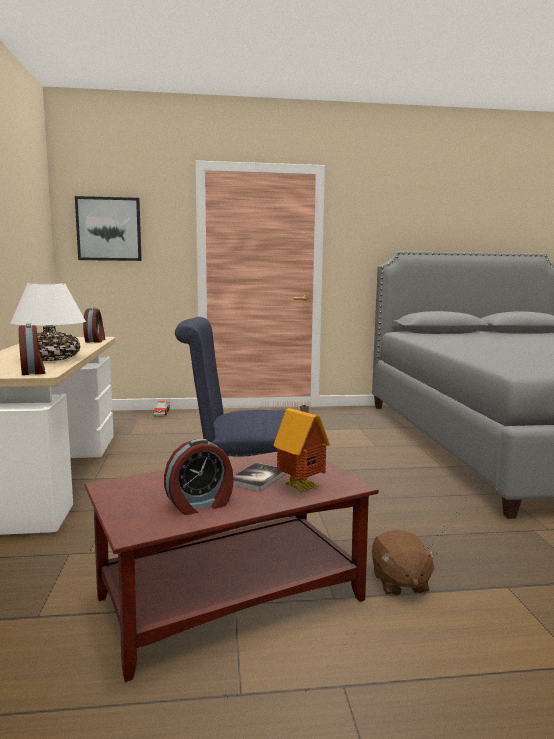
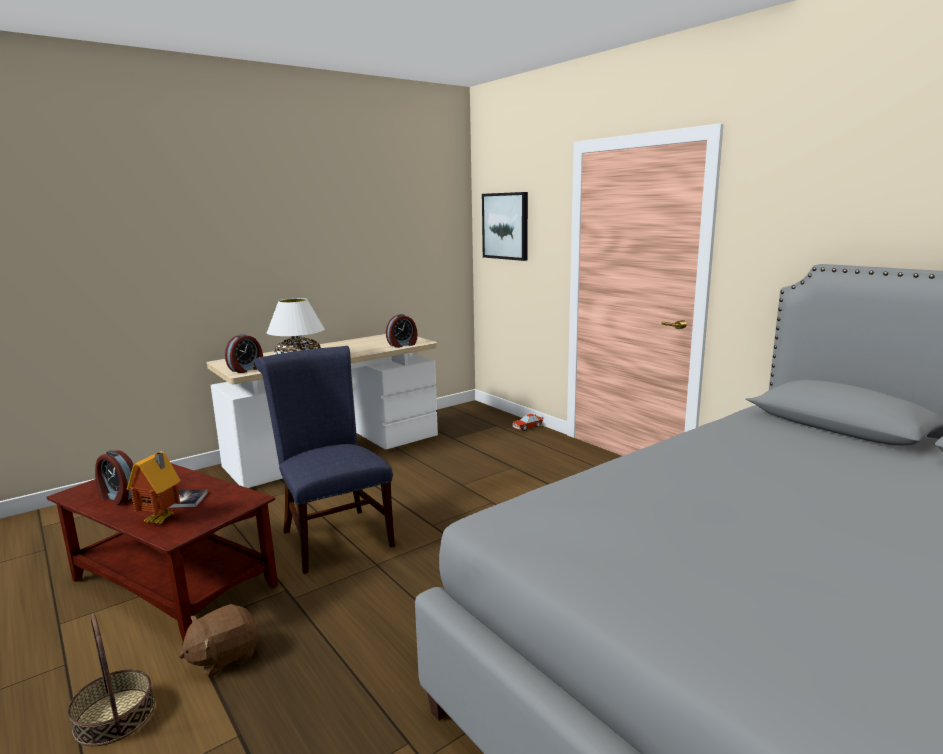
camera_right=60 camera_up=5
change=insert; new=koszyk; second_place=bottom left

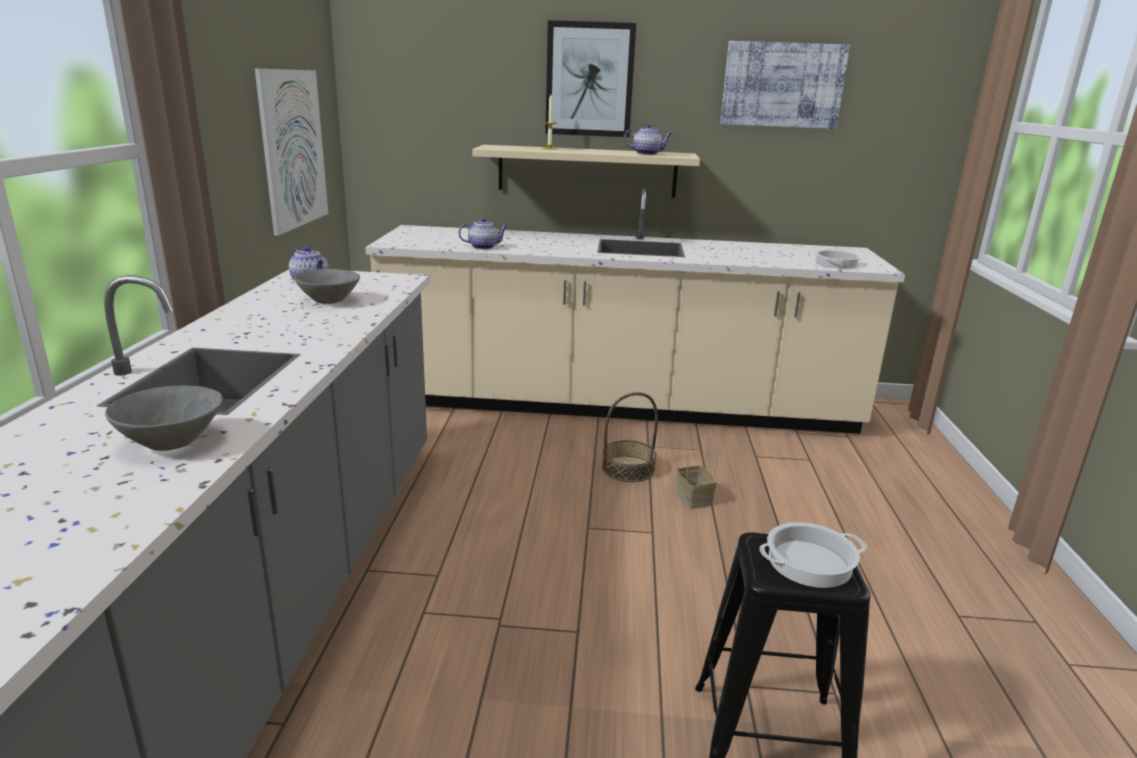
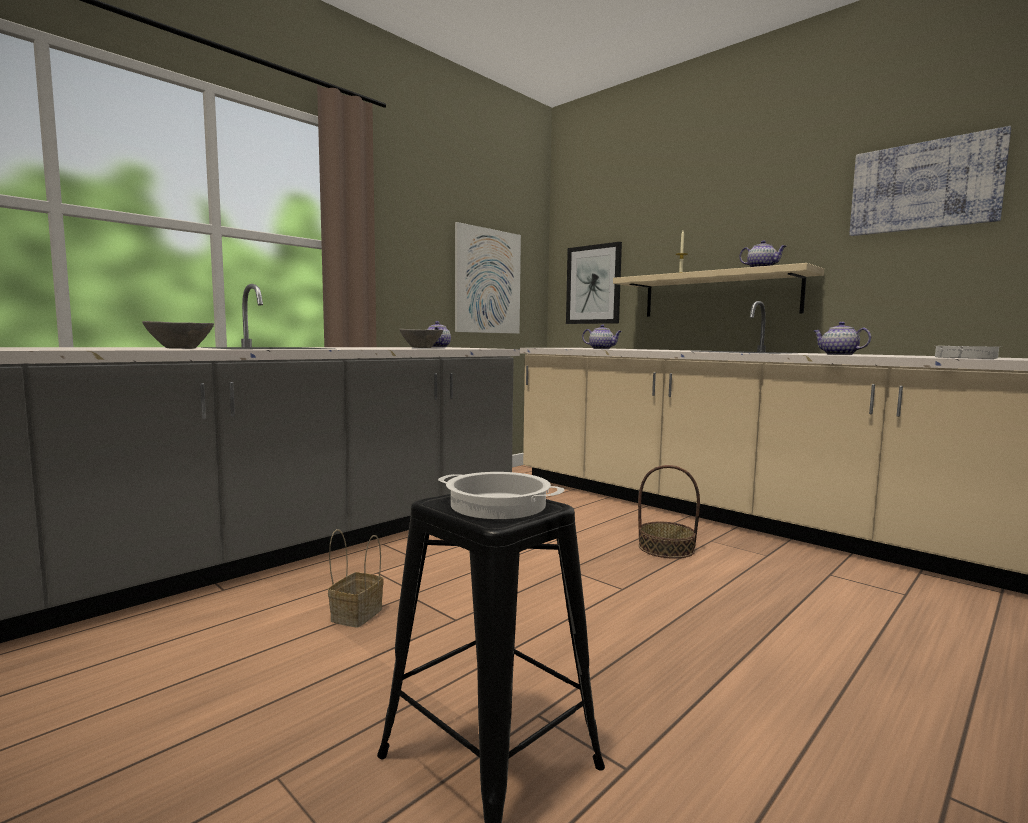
camera_right=40 camera_up=-15
change=insert; new=imbryk (4th from left); second_place=middle right
change=move; old=obraz (2nd from left); first_place=top centre; second_place=centre
change=move; old=koszyk (2nd from left in the first image); new=koszyk (1st from left); first_place=centre; second_place=bottom centre

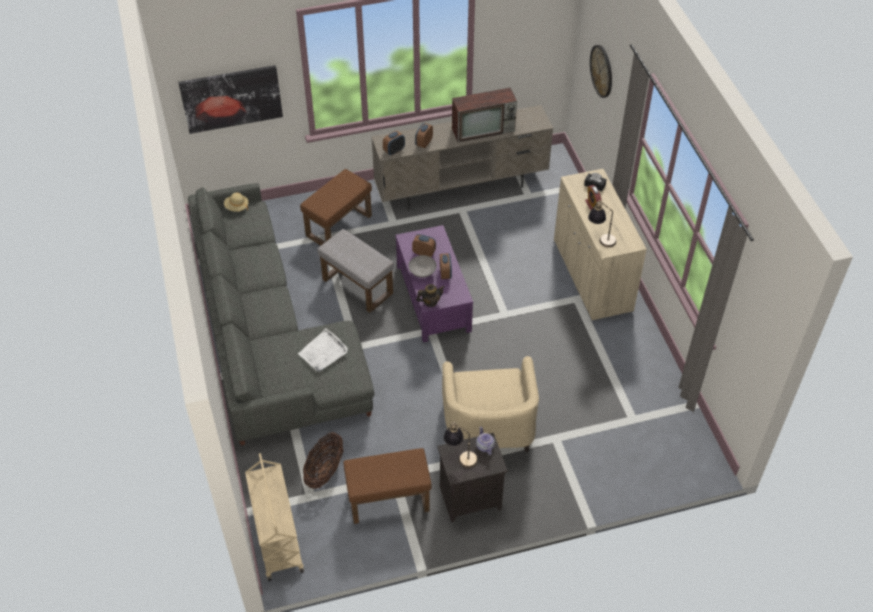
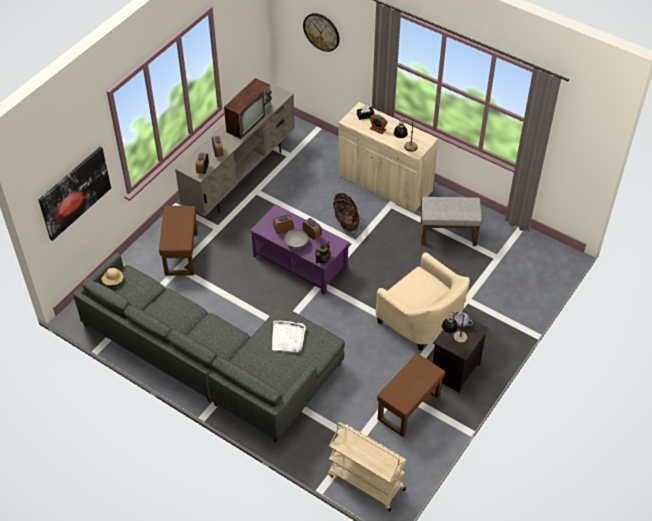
camera_right=-40 camera_up=0
change=move; old=koszyk; first_place=bottom centre; second_place=centre
change=move; old=pufa/szary; first_place=centre; second_place=middle right

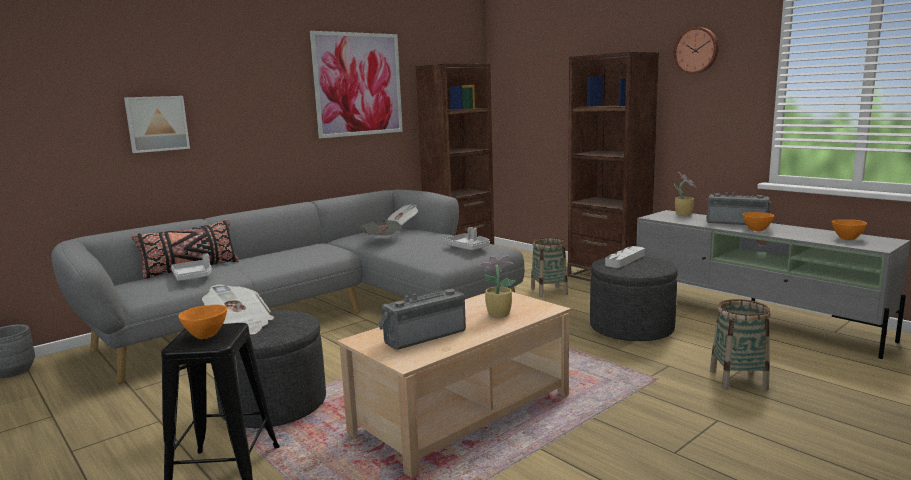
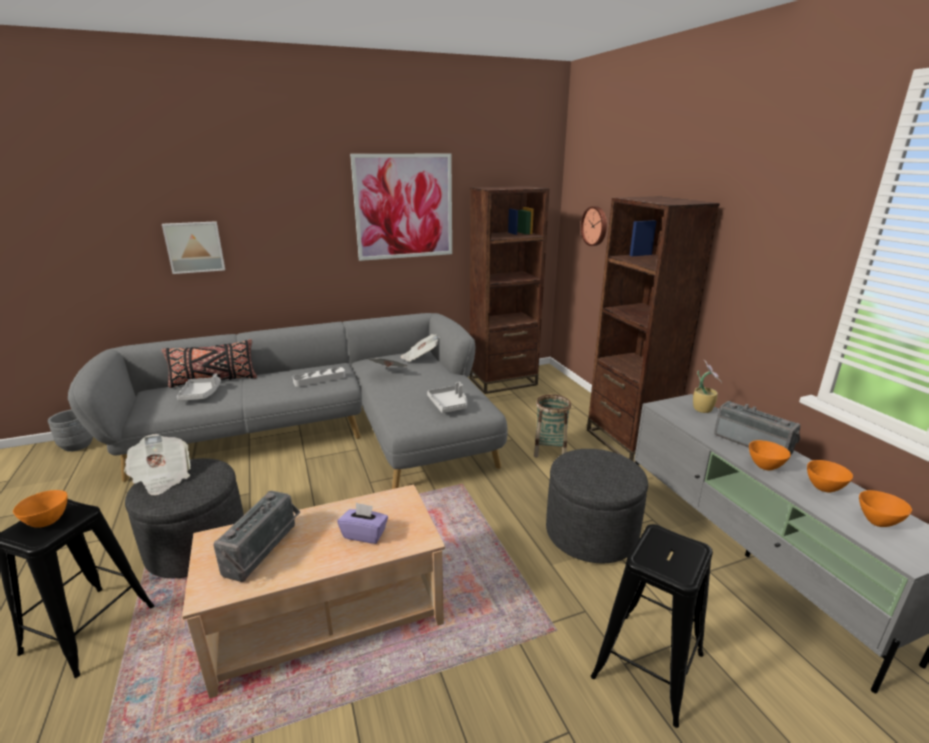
camera_right=20 camera_up=10
change=insert; new=miska/pomarańczowy (3rd from left); second_place=middle right
change=move; old=taca/szary (3rd from left in the first image); new=taca/szary (2nd from left); first_place=middle right; second_place=centre
change=move; old=zegar ścienny; first_place=top right; second_place=top centre
change=replace; old=roślina doniczkowa (1st from left); new=pudełko chusteczek/fioletowy; first_place=centre; second_place=bottom centre
change=replace; old=koszyk (2nd from left); new=stołek/czarny (2nd from left); first_place=bottom right; second_place=bottom right
change=rotate; old=radio (1st from left); first_place=centre; second_place=bottom left; degrees=120

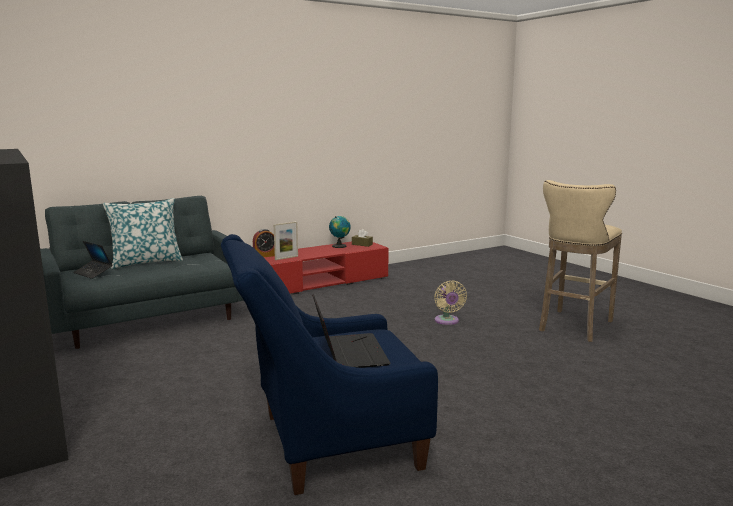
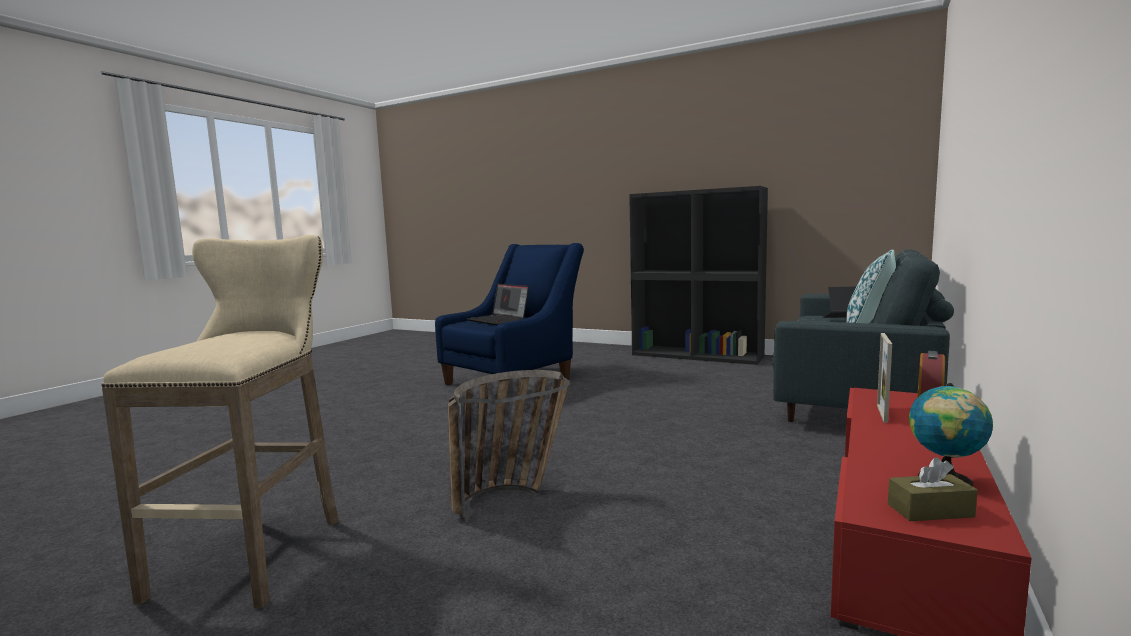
camera_right=150 camera_up=-5
change=replace; old=wentylator/beżowy; new=koszyk; first_place=centre; second_place=bottom centre

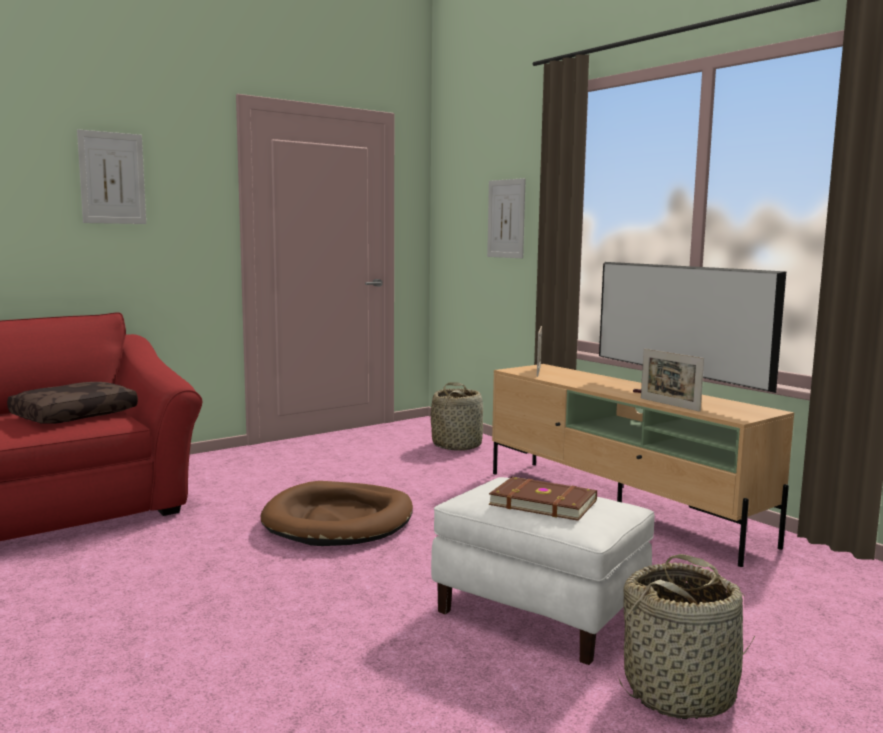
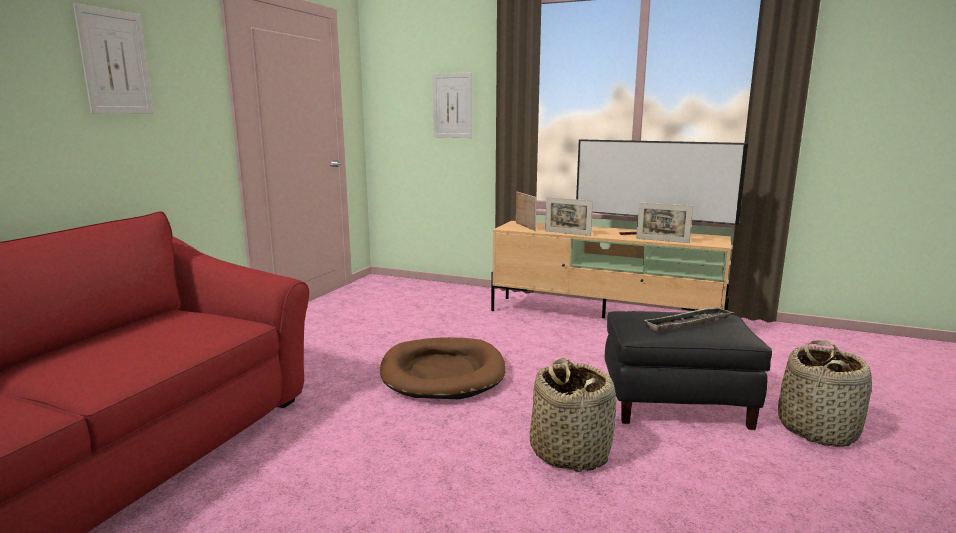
camera_right=-30 camera_up=5
change=delete; old=poduszka/brązowy; first_place=middle left
change=insert; new=ramka na zdjęcie (2nd from left); second_place=centre
change=move; old=koszyk (1st from left); first_place=centre; second_place=bottom centre
change=replace; old=książka/brązowy; new=taca; first_place=bottom centre; second_place=middle right
change=recolor; old=pufa/biały; new=pufa/czarny; first_place=bottom centre; second_place=bottom right

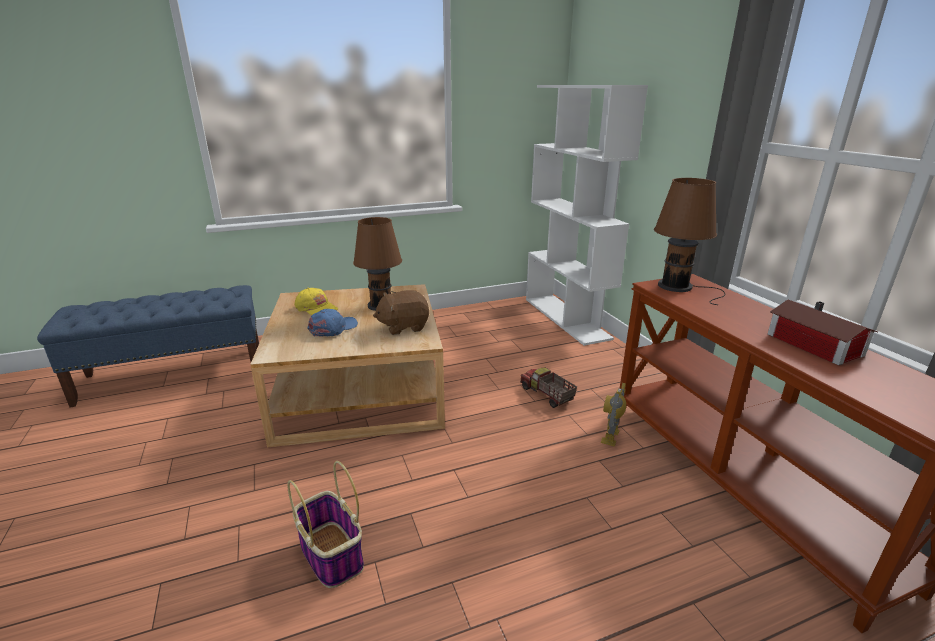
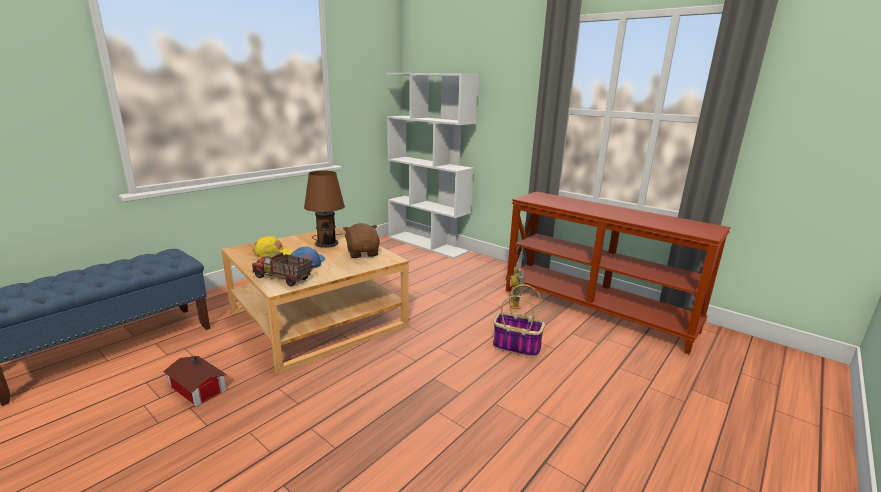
camera_right=-30 camera_up=-5
change=delete; old=lampa stołowa/brązowy (2nd from left); first_place=middle right
change=move; old=koszyk; first_place=bottom centre; second_place=centre
change=move; old=ciężarówka zabawkowa; first_place=centre; second_place=middle left
change=move; old=domek; first_place=middle right; second_place=bottom left
change=rotate; old=pluszak/brązowy; first_place=centre; second_place=centre; degrees=120

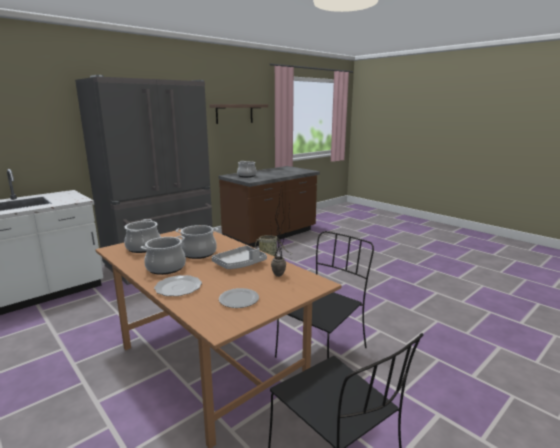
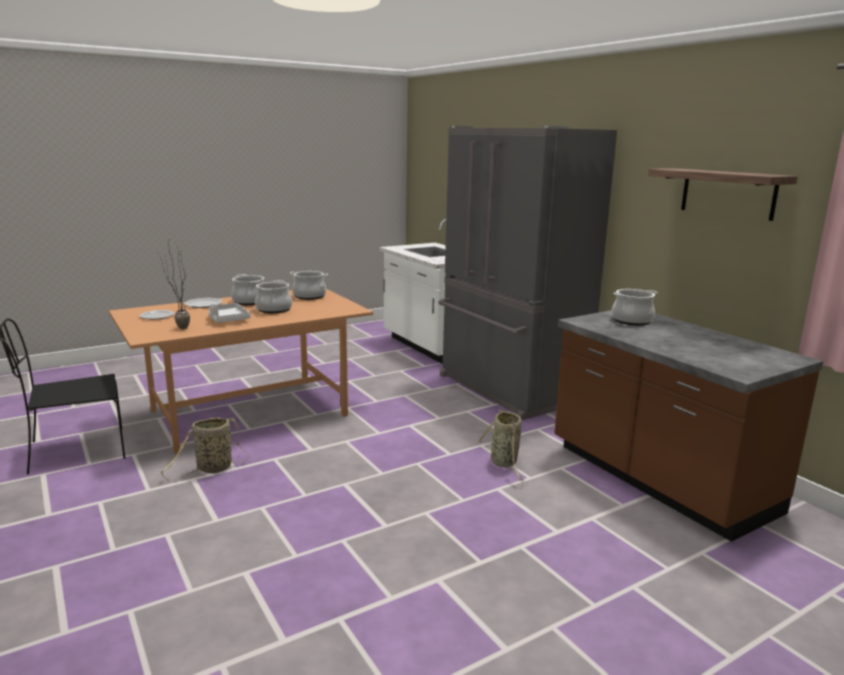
camera_right=100 camera_up=0
change=replace; old=krzesło/czarny (1st from left); new=koszyk (1st from left); first_place=centre; second_place=middle left

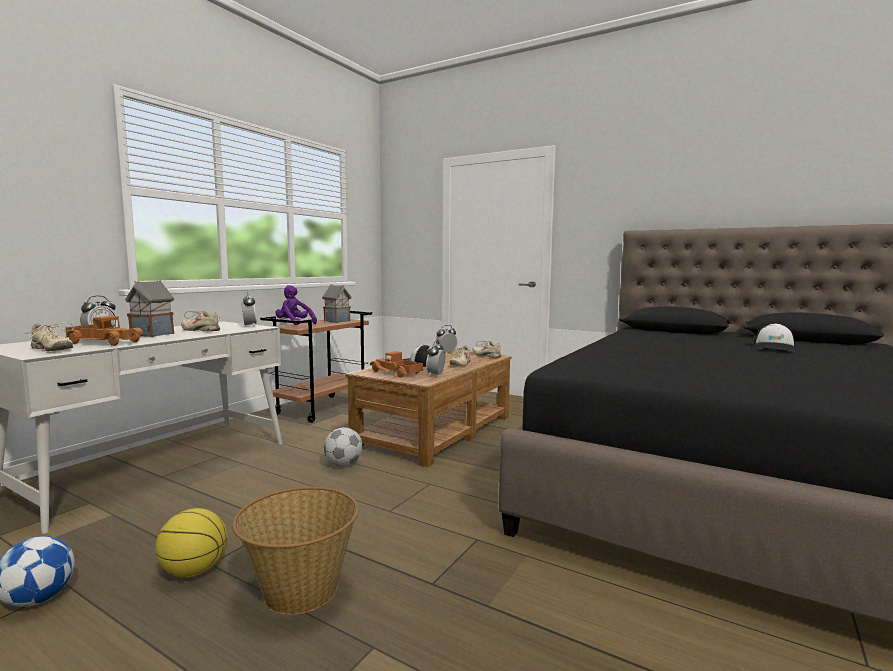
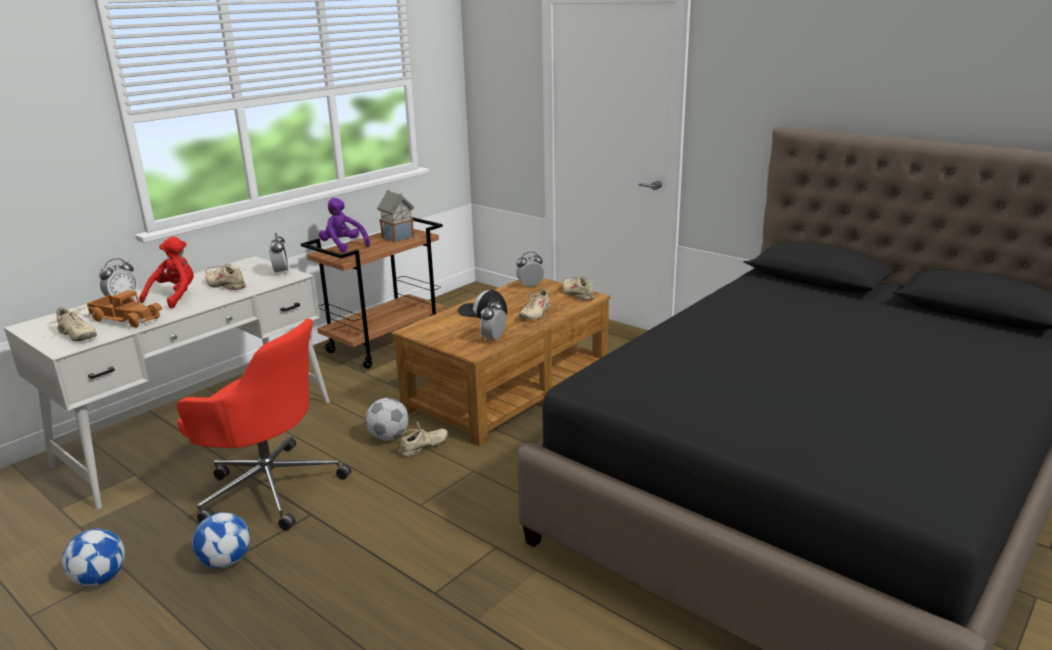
camera_right=10 camera_up=15
change=delete; old=koszyk; first_place=bottom left
change=delete; old=ciężarówka zabawkowa (2nd from left); first_place=centre
change=delete; old=czapka z daszkiem (2nd from left); first_place=middle right
change=insert; new=krzesło biurowe/czerwony; second_place=middle left
change=insert; new=but/beżowy (3rd from left); second_place=bottom centre
change=replace; old=domek (1st from left); new=pluszak/czerwony; first_place=middle left; second_place=middle left
change=replace; old=piłka do koszykówki; new=piłka futbolowa (2nd from left); first_place=bottom left; second_place=bottom left

